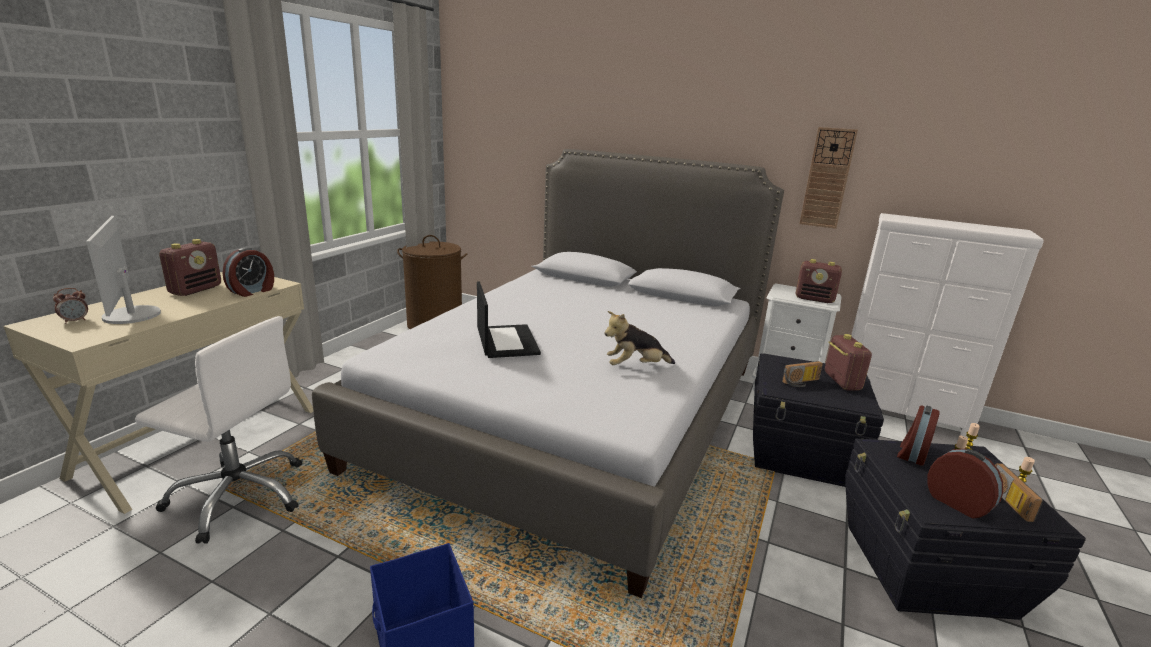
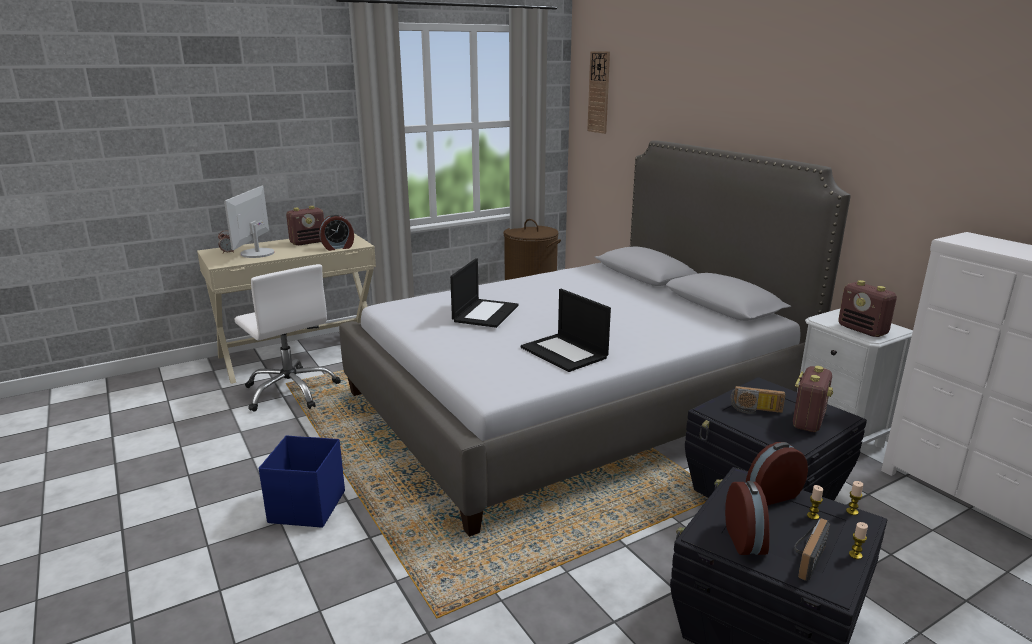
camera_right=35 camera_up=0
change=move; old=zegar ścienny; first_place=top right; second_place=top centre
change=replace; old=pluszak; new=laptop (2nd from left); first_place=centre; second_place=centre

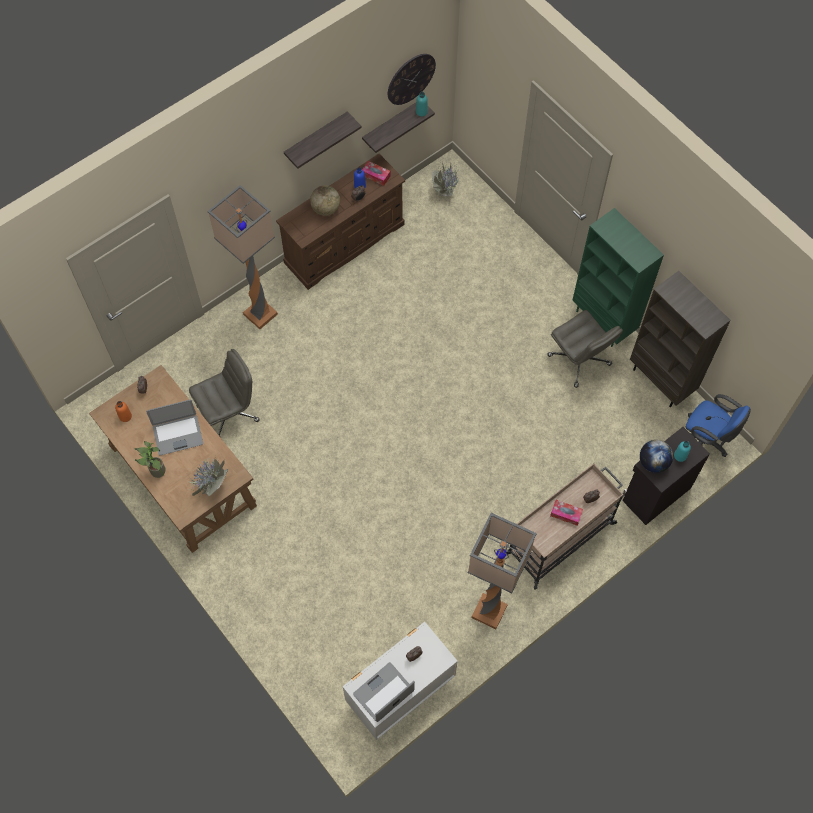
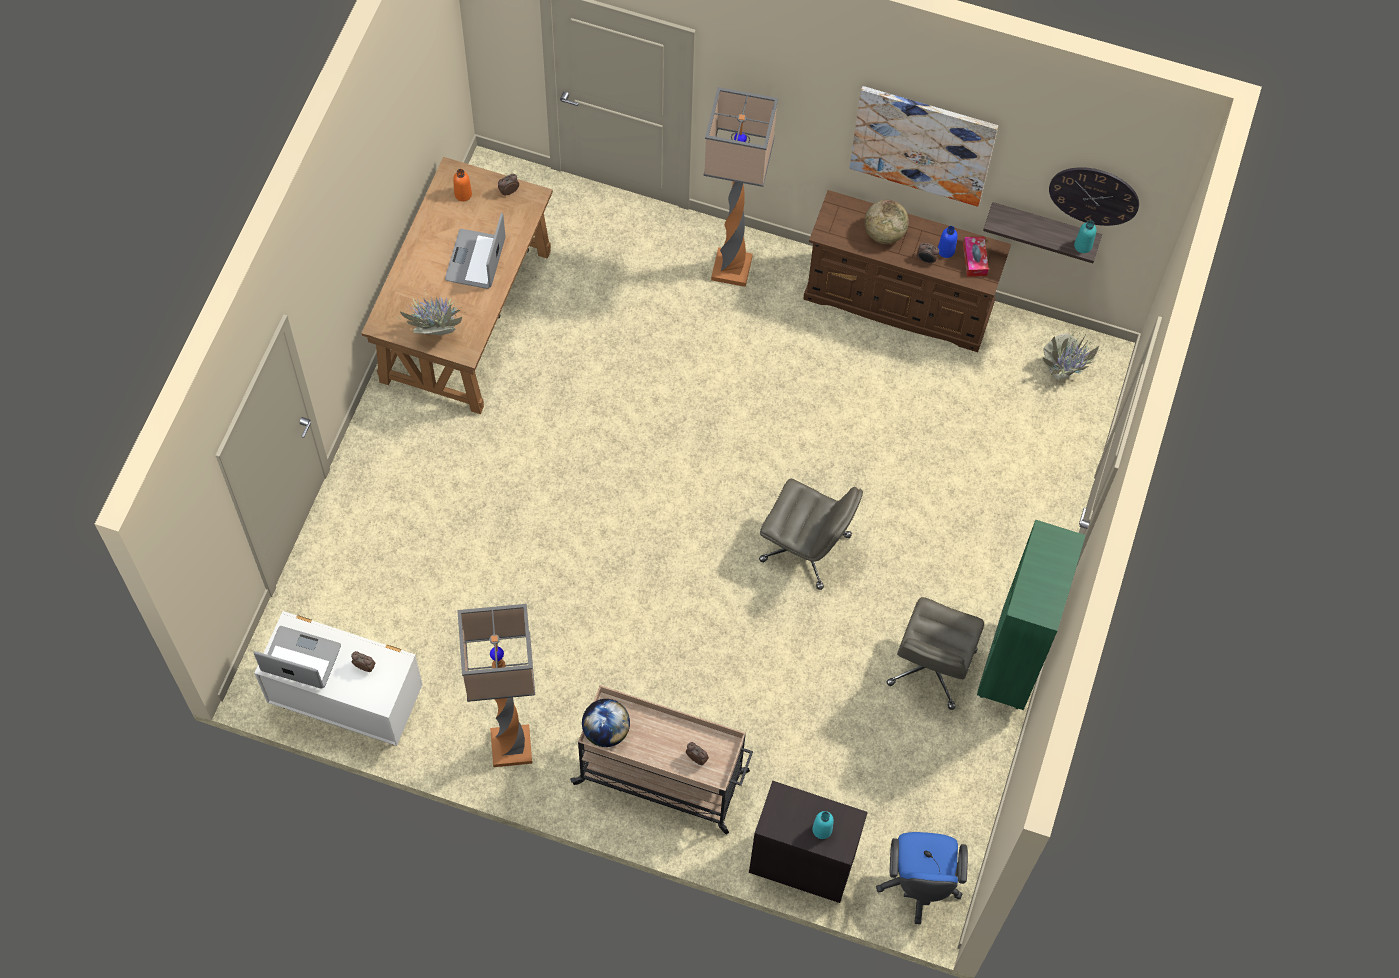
camera_right=55 camera_up=0
change=delete; old=roślina doniczkowa (1st from left); first_place=middle left
change=delete; old=pudełko chusteczek (2nd from left); first_place=middle right
change=delete; old=regał/brązowy; first_place=middle right
change=move; old=krzesło biurowe/szary (1st from left); first_place=middle left; second_place=centre
change=move; old=globus (2nd from left in the first image); new=globus (1st from left); first_place=middle right; second_place=bottom centre
change=replace; old=półka (1st from left); new=obraz; first_place=top centre; second_place=top centre
change=rotate; old=laptop (1st from left in the first image); first_place=middle left; second_place=top centre; degrees=60

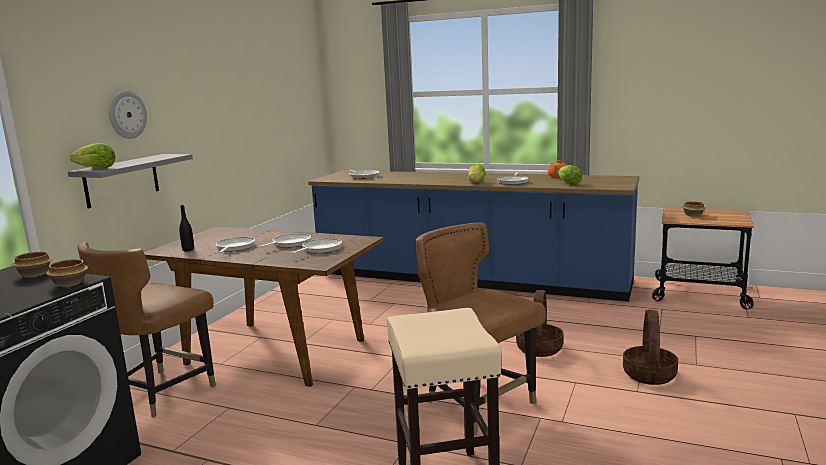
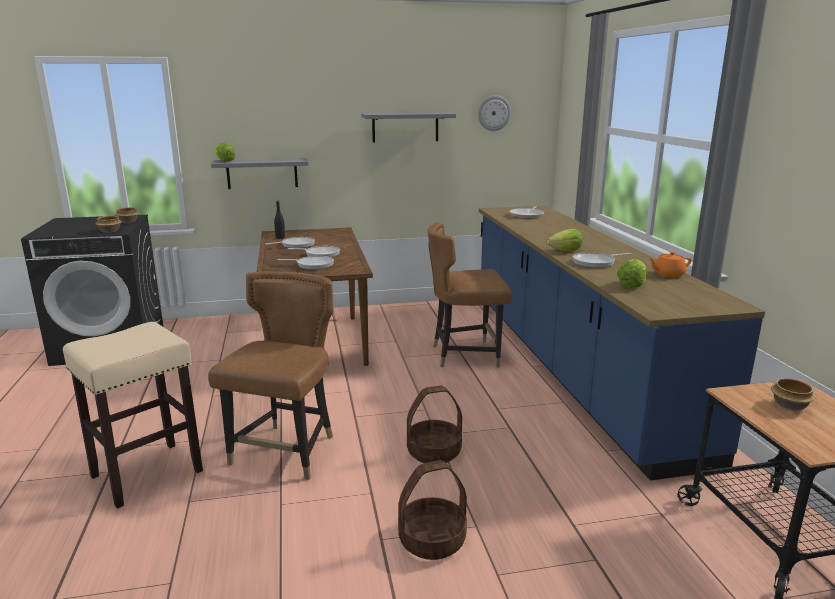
camera_right=55 camera_up=5
change=insert; new=półka/szary (2nd from left); second_place=top centre
change=move; old=krzesło/brązowy (1st from left in the first image); new=krzesło/brązowy (2nd from left); first_place=bottom left; second_place=centre
change=move; old=zegar ścienny; first_place=top left; second_place=top centre

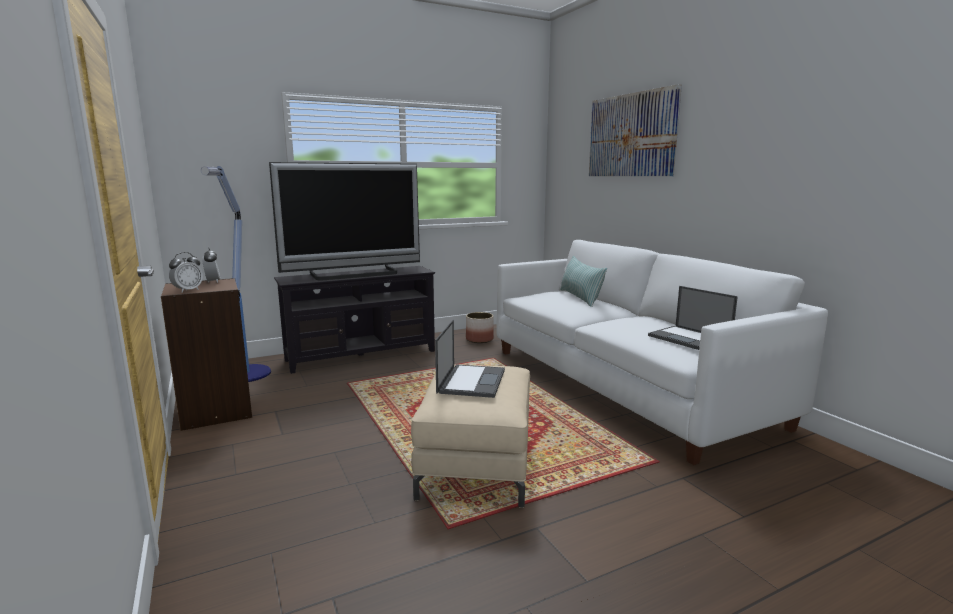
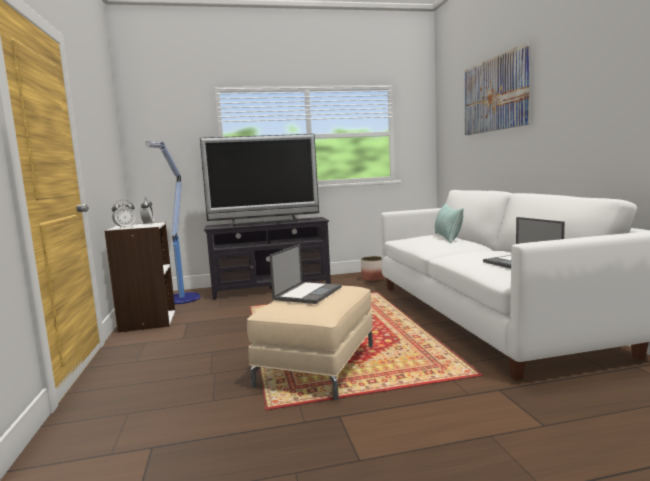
camera_right=15 camera_up=-5
change=recolor; old=regał/brązowy; new=regał/biały; first_place=middle left; second_place=middle left

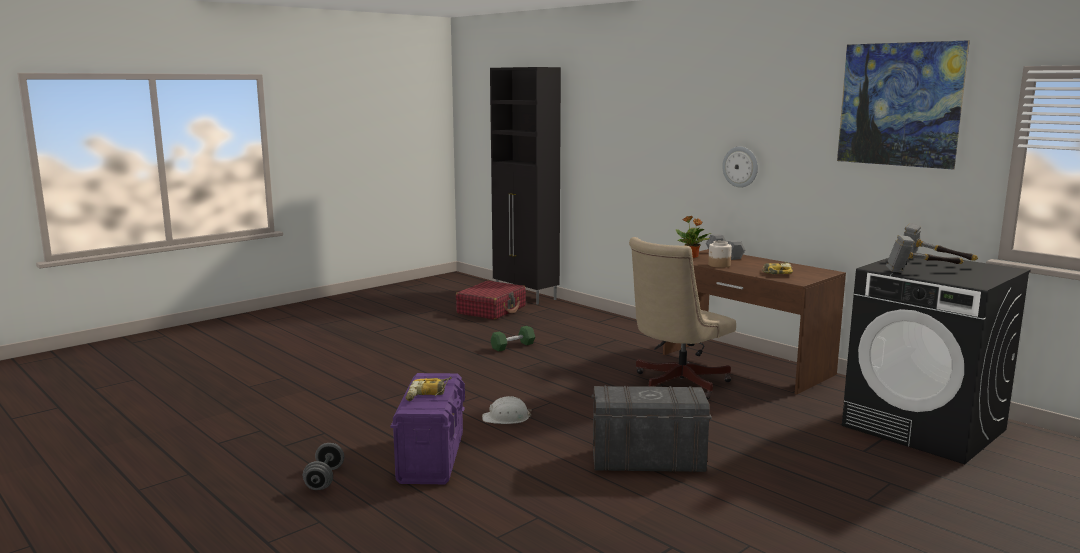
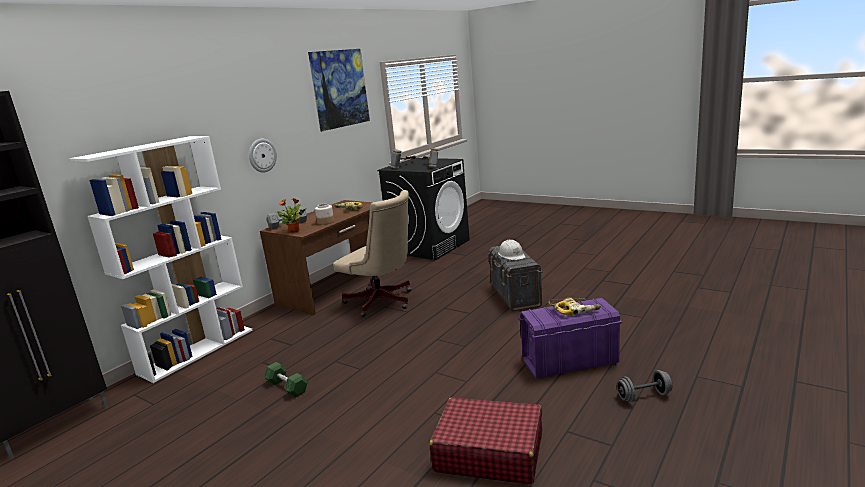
camera_right=-100 camera_up=5
change=insert; new=regał/biały; second_place=middle left
change=move; old=walizka/czerwony; first_place=centre; second_place=bottom centre
change=move; old=kask/biały; first_place=bottom centre; second_place=centre

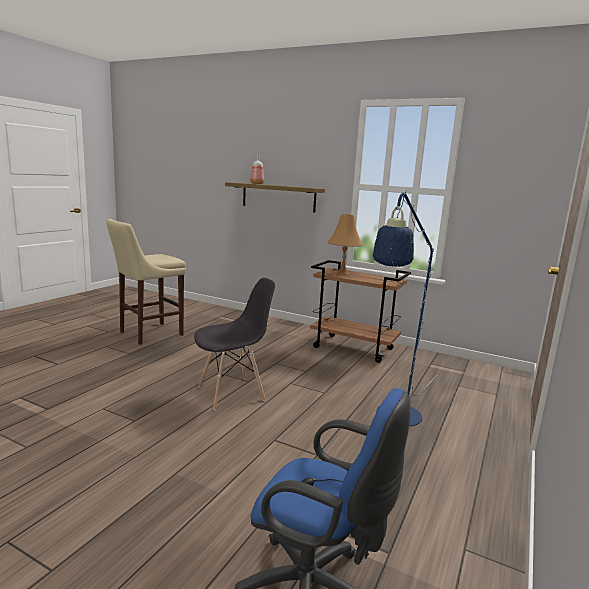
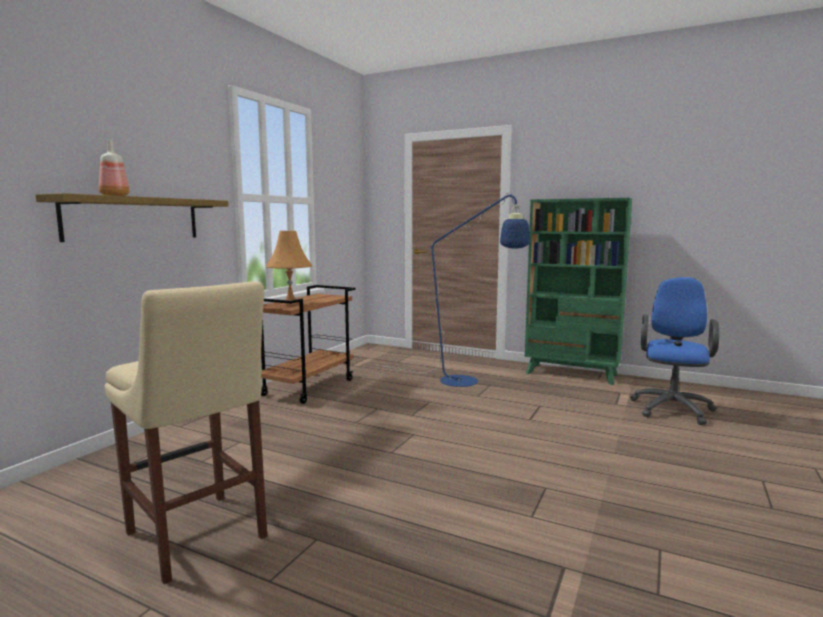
camera_right=-90 camera_up=-5
change=delete; old=krzesło/szary; first_place=centre
change=insert; new=regał/zielony; second_place=middle right

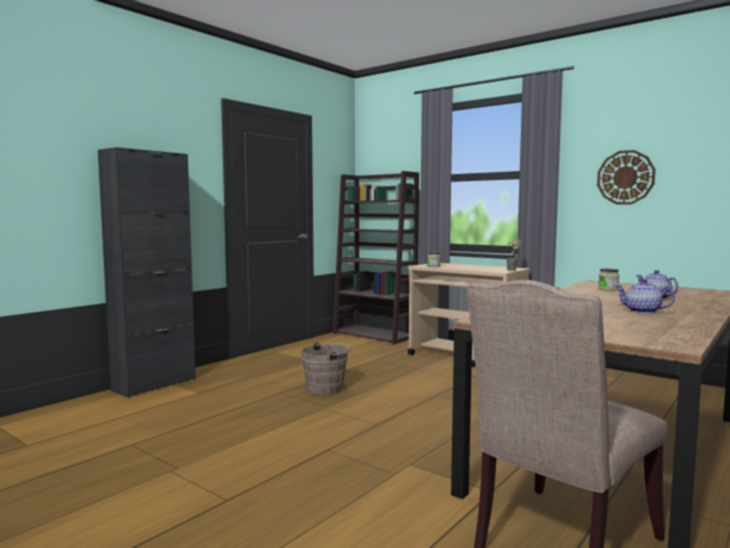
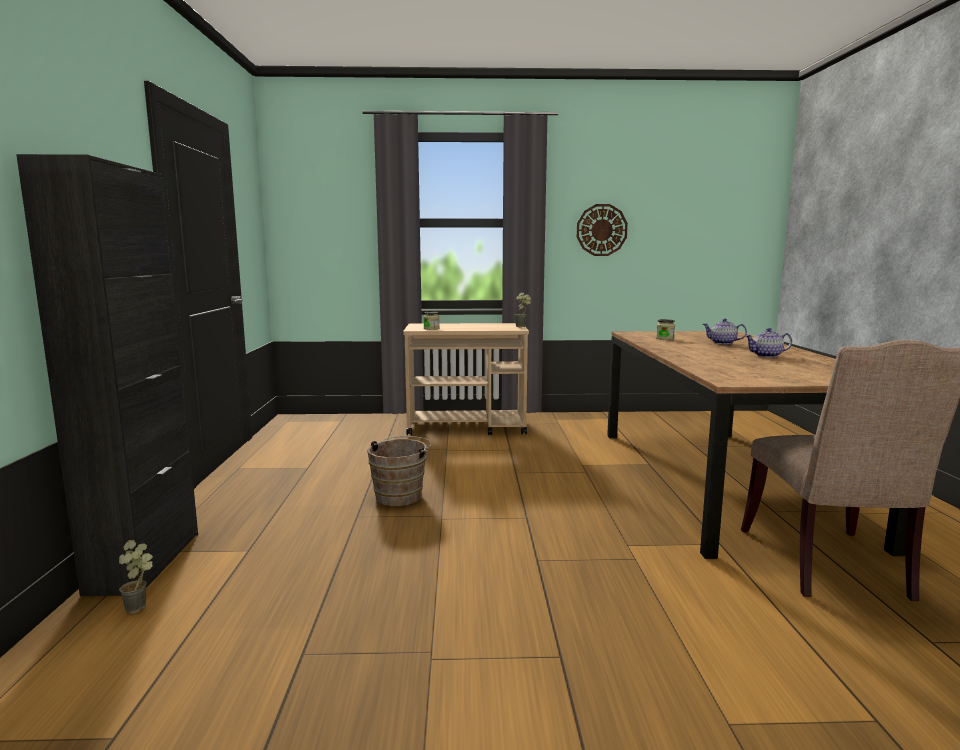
camera_right=-40 camera_up=5
change=delete; old=regał/brązowy; first_place=centre
change=insert; new=roślina doniczkowa (1st from left); second_place=bottom left

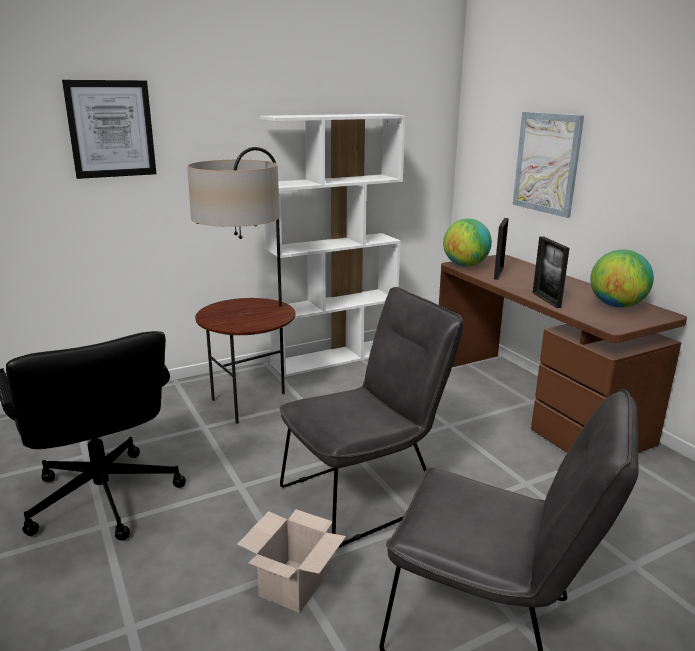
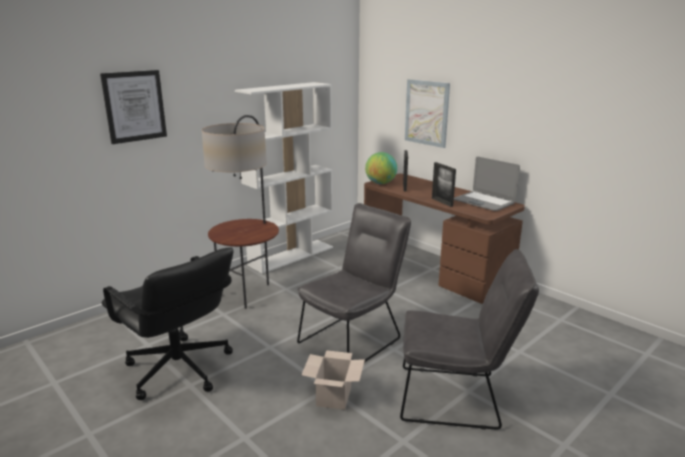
camera_right=-15 camera_up=0
change=replace; old=globus (2nd from left); new=laptop; first_place=middle right; second_place=middle right

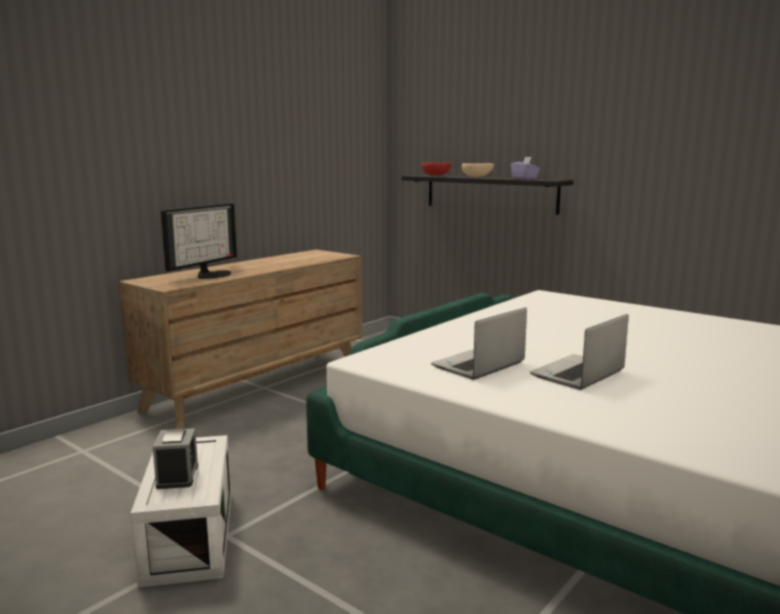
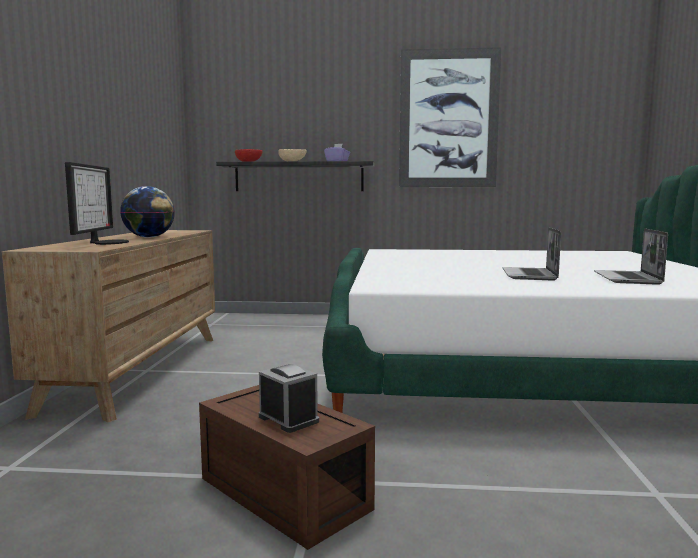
camera_right=-35 camera_up=-5
change=insert; new=globus; second_place=middle left
change=insert; new=obraz; second_place=top centre
change=move; old=laptop (1st from left in the first image); new=laptop (2nd from left); first_place=centre; second_place=middle right
change=recolor; old=pojemnik do przechowywania/biały; new=pojemnik do przechowywania/brązowy; first_place=bottom left; second_place=bottom centre

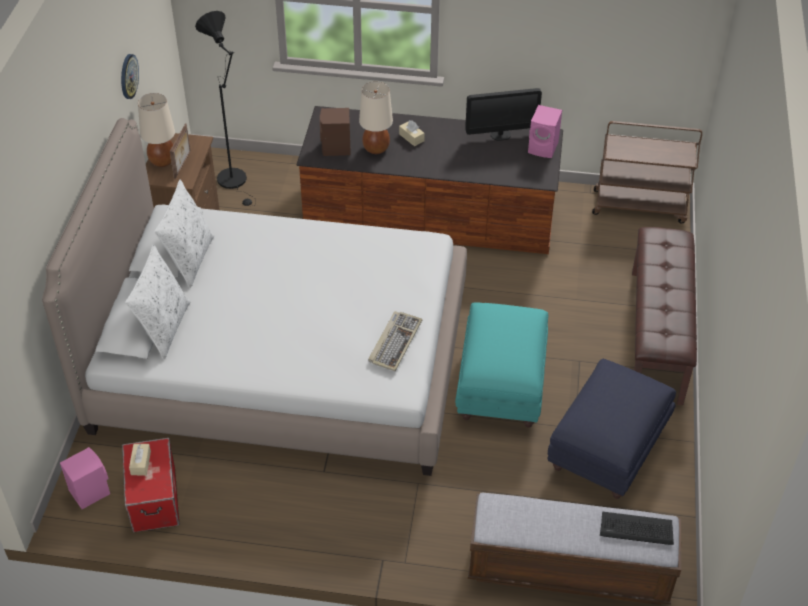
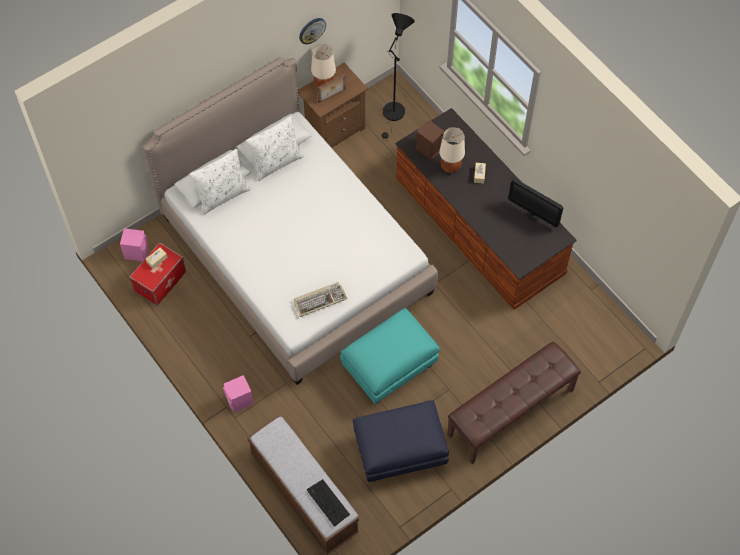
camera_right=45 camera_up=15
change=delete; old=wózek/brązowy; first_place=top right
change=move; old=głośnik/różowy (2nd from left); first_place=top right; second_place=bottom left

